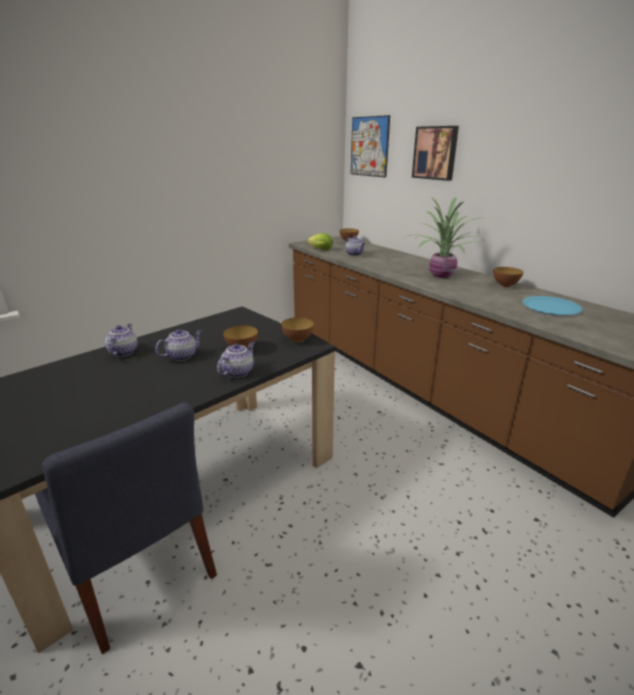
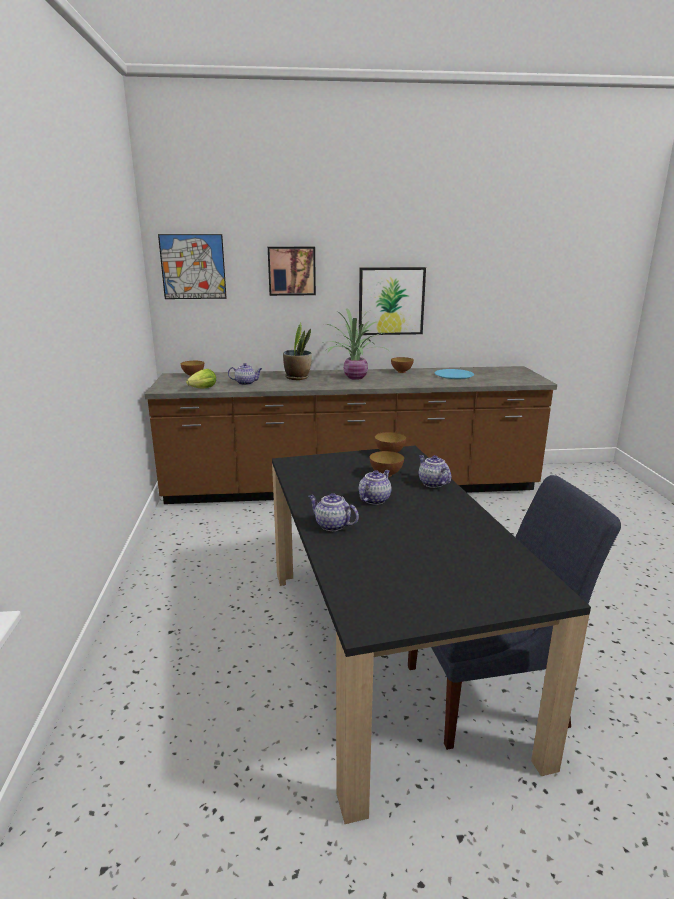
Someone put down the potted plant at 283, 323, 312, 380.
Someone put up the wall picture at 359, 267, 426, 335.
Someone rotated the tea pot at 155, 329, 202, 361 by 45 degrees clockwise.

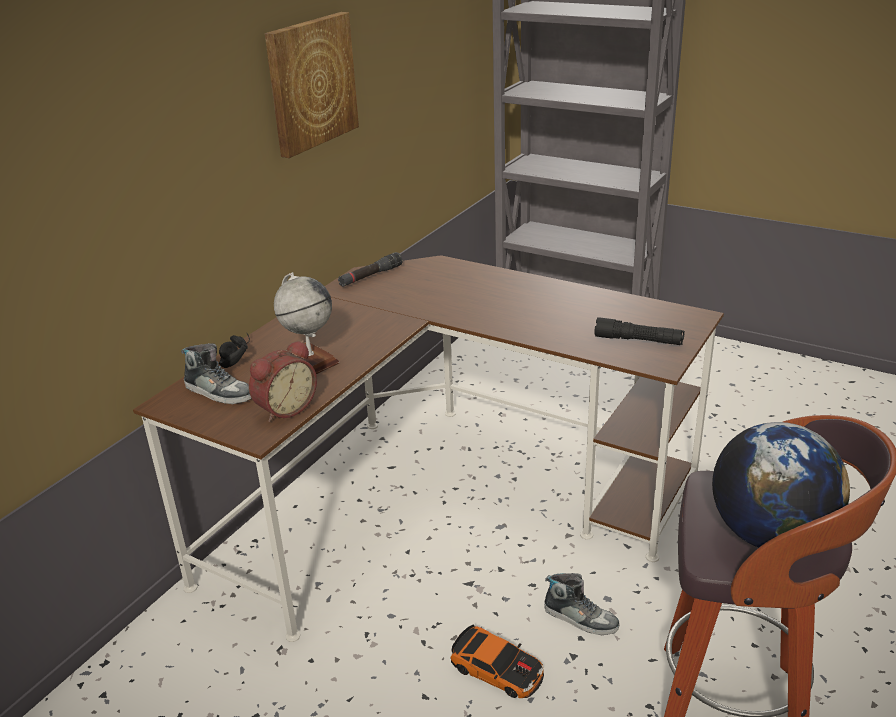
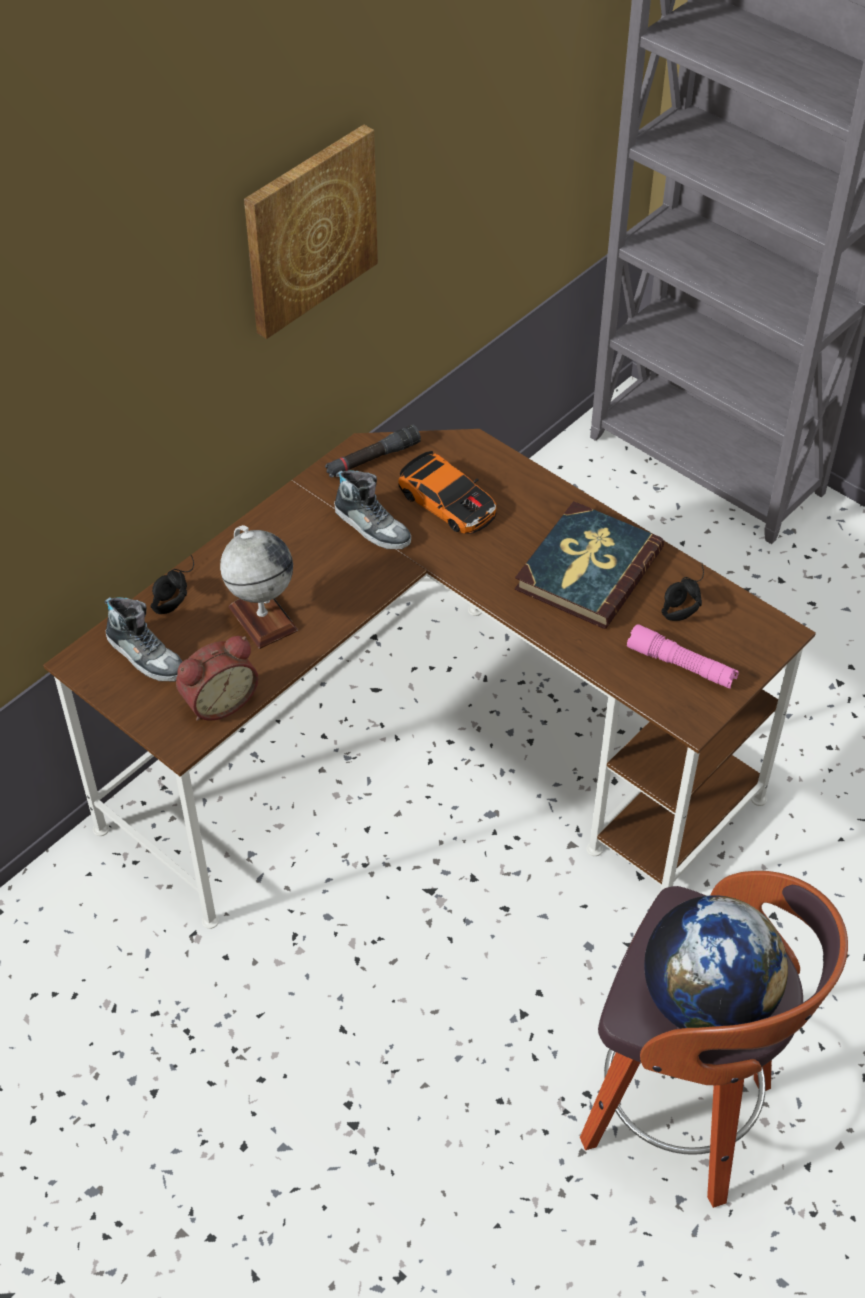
Someone put down the volume at 515, 501, 664, 629.
Someone put down the black pair of headphones at 661, 565, 704, 621.
Someone carried the toy car from 450, 624, 544, 698 to 398, 451, 497, 534.
Someone carried the item of footwear from 544, 573, 619, 635 to 334, 470, 411, 549.
Someone repainted the black torch at 594, 317, 685, 345, which became the pink torch at 627, 625, 739, 689.

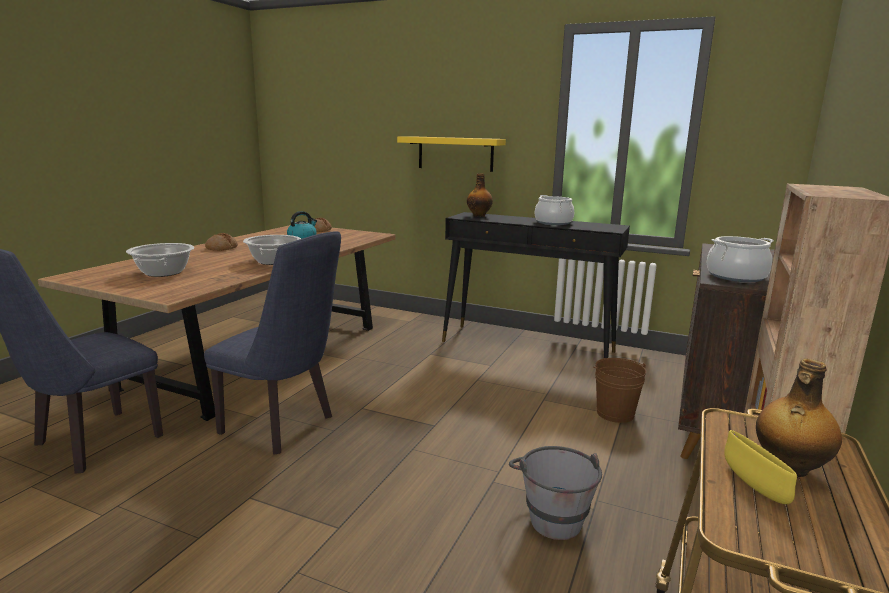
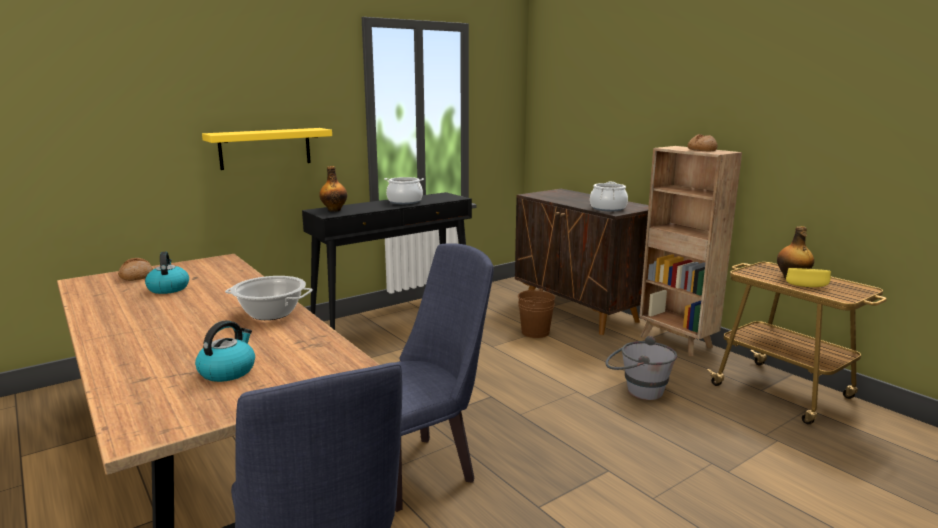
Someone carried the bakery bread from 205, 233, 238, 251 to 687, 134, 718, 152.
Someone swapped the cooking pot at 126, 243, 194, 277 for the water kettle at 195, 320, 255, 382.

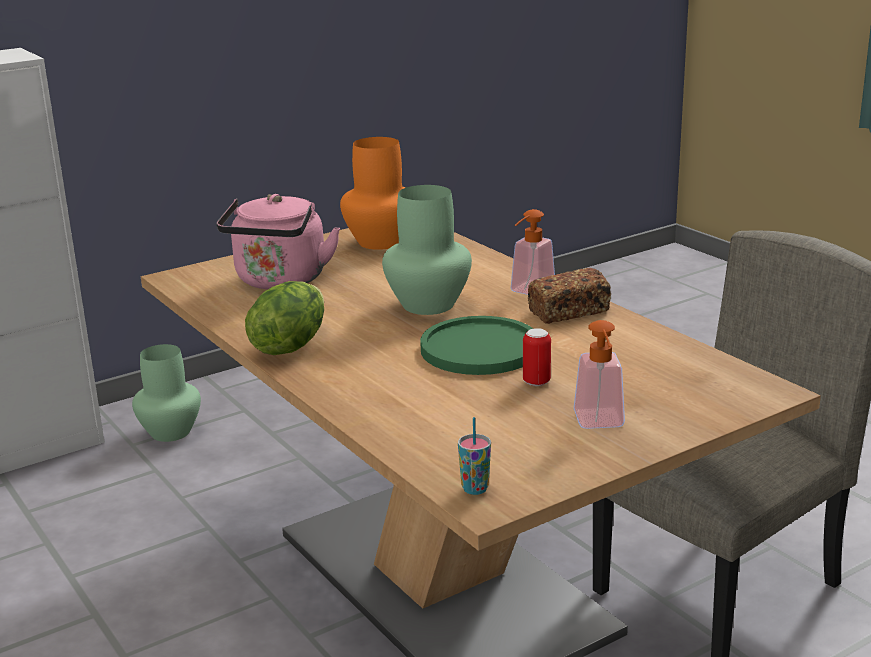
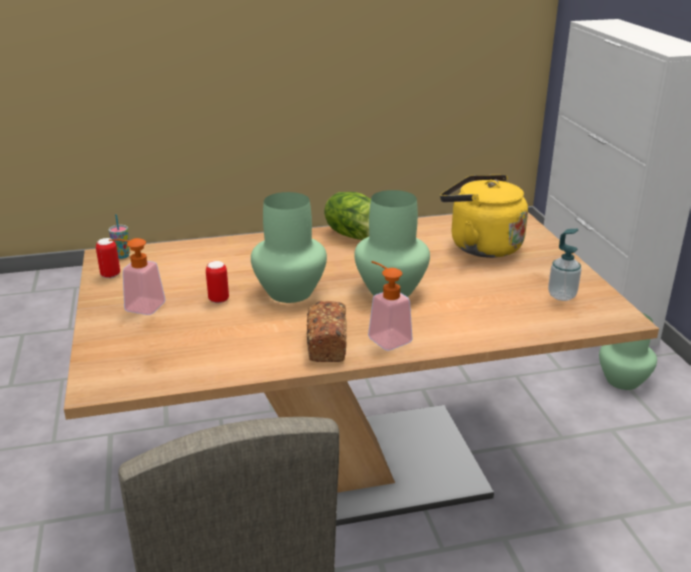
Someone put down the can at 96, 238, 120, 278.
Someone swapped the orange vase at 340, 137, 406, 250 for the soap dispenser at 548, 229, 582, 301.
Someone swapped the green-coloured plate at 420, 316, 533, 375 for the green-coloured vase at 251, 192, 327, 303.
Someone repainted the pink water kettle at 217, 194, 340, 289, which became the yellow water kettle at 440, 175, 528, 258.

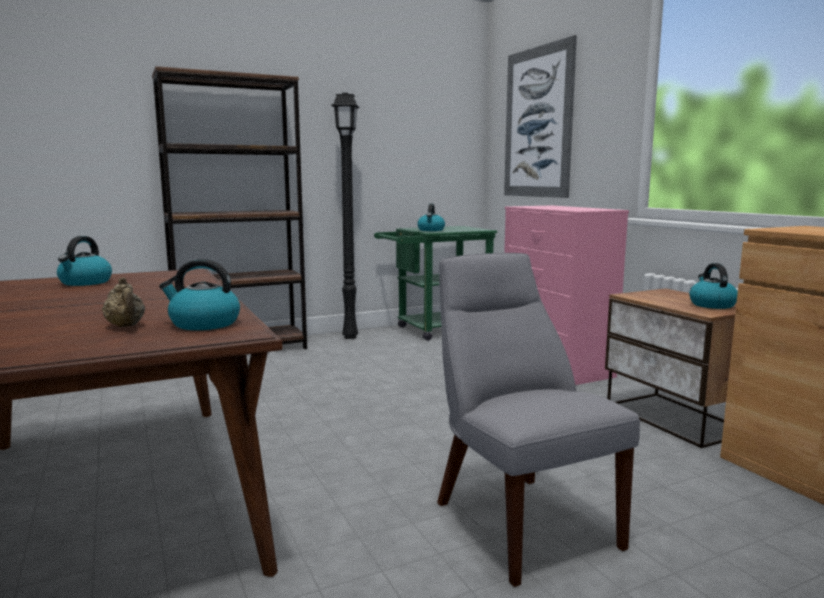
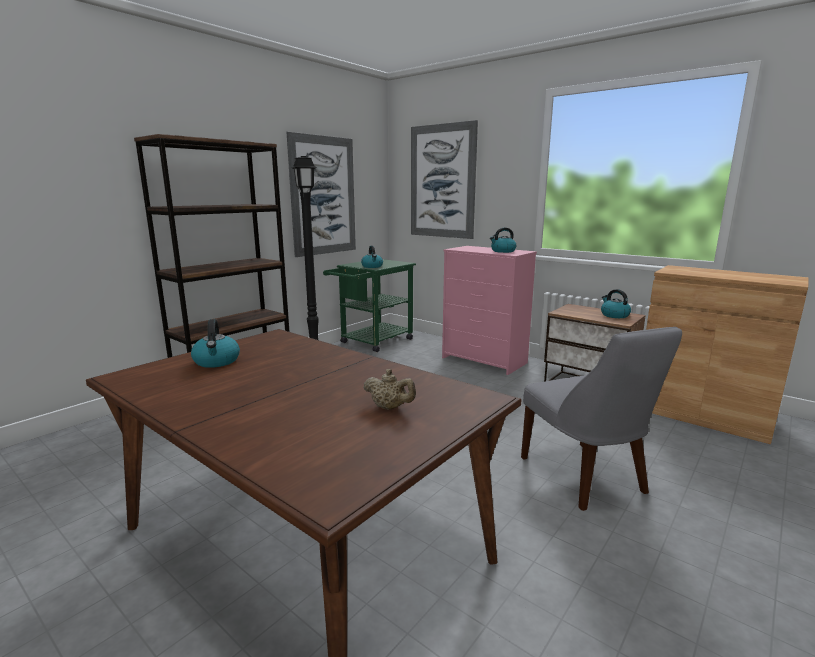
Someone put up the wall picture at 286, 132, 356, 257.
Someone carried the water kettle from 159, 259, 240, 330 to 490, 228, 516, 253.
Someone rotated the greyish chair at 437, 253, 640, 587 by 150 degrees counterclockwise.

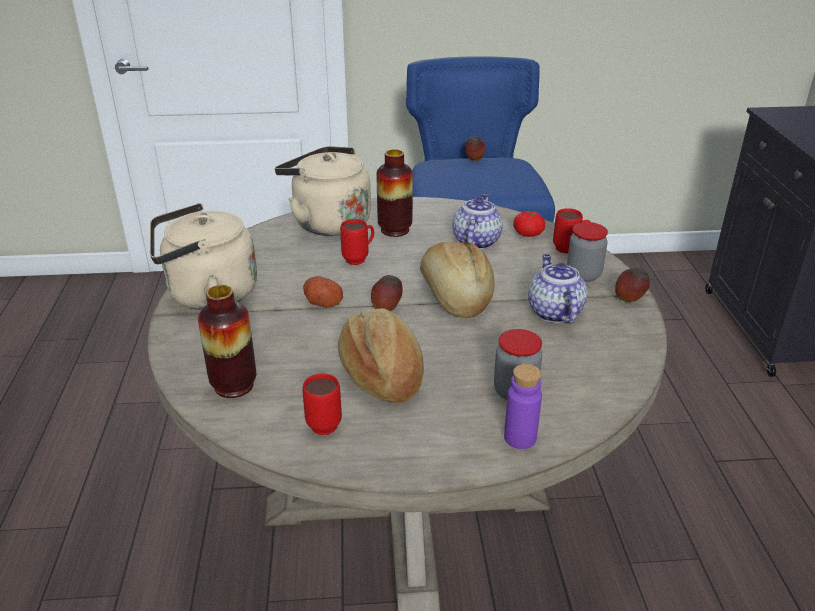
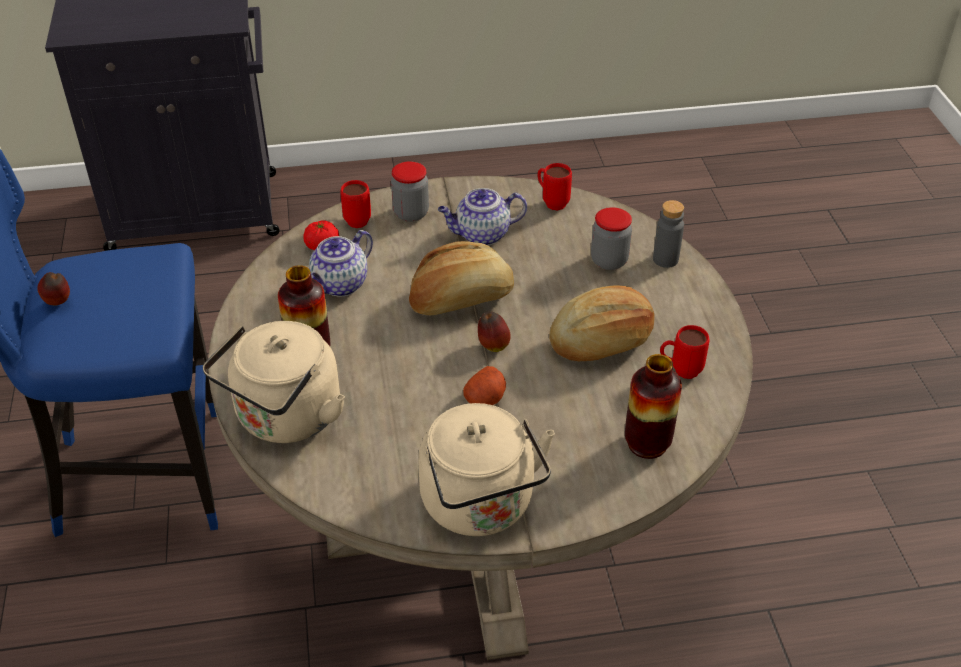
Someone took away the whole apple at 615, 268, 650, 302.
Someone carried the reddish tea mug from 340, 219, 374, 265 to 538, 163, 572, 210.
Someone repainted the purple bottle at 504, 364, 542, 449, which became the greyish bottle at 653, 200, 684, 268.
Someone rotated the tea pot at 452, 193, 503, 249 by 60 degrees counterclockwise.

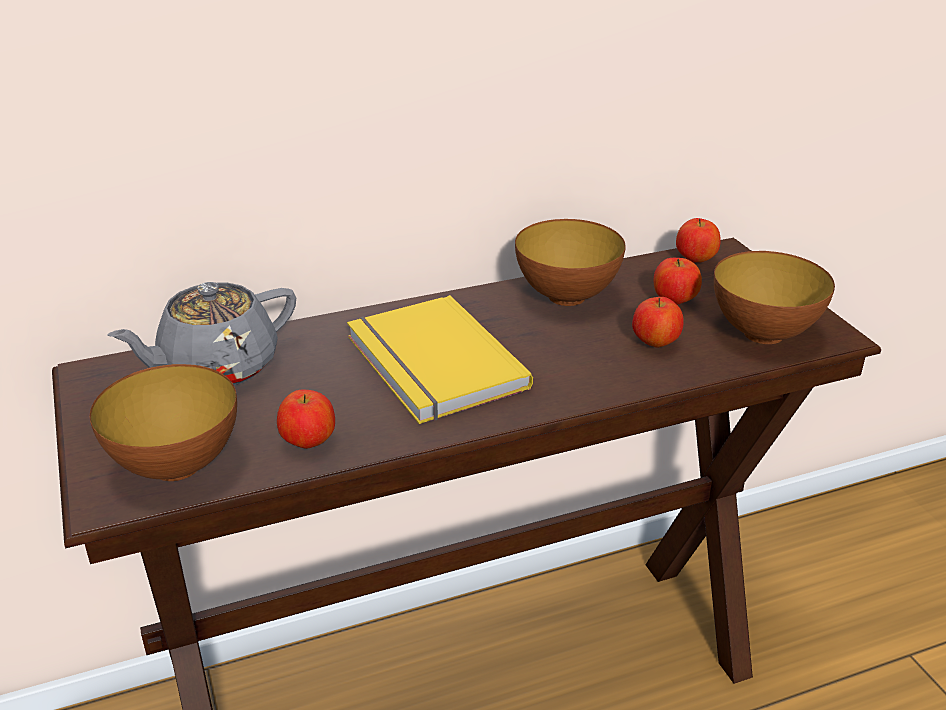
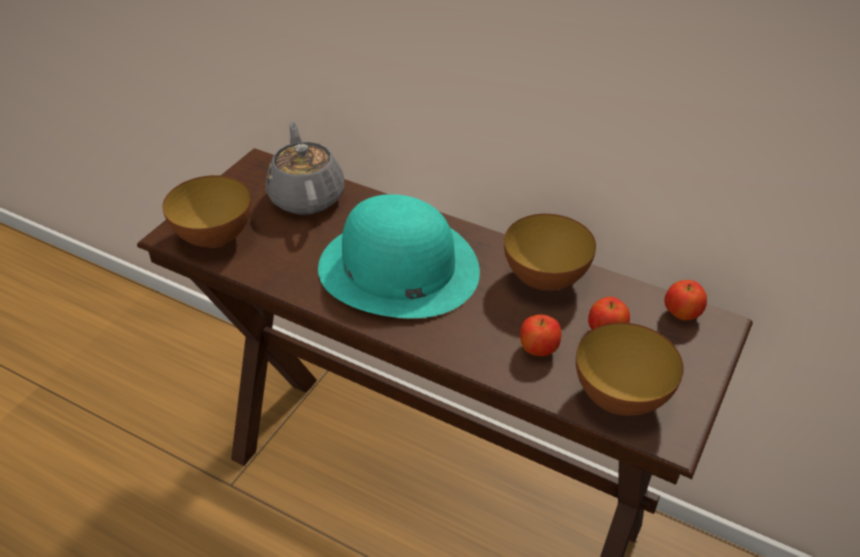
Someone took away the whole apple at 277, 390, 335, 449.
Someone swapped the yellow volume at 347, 295, 533, 424 for the turquoise clothing hat at 318, 194, 480, 318.
Someone rotated the greyish tea pot at 107, 282, 296, 385 by 60 degrees clockwise.

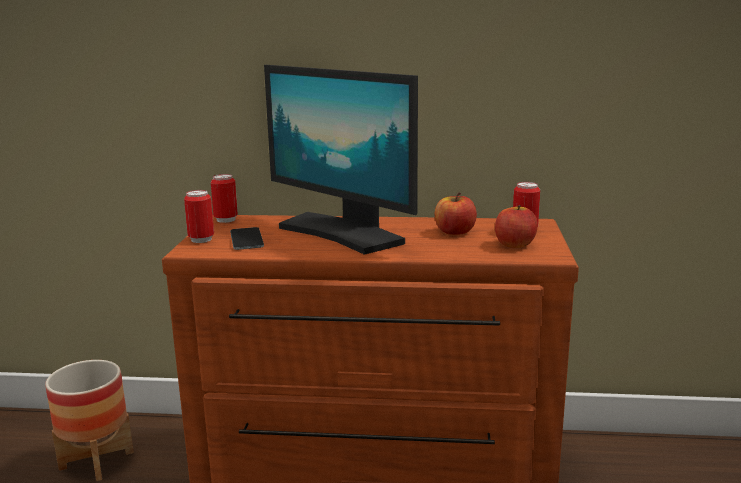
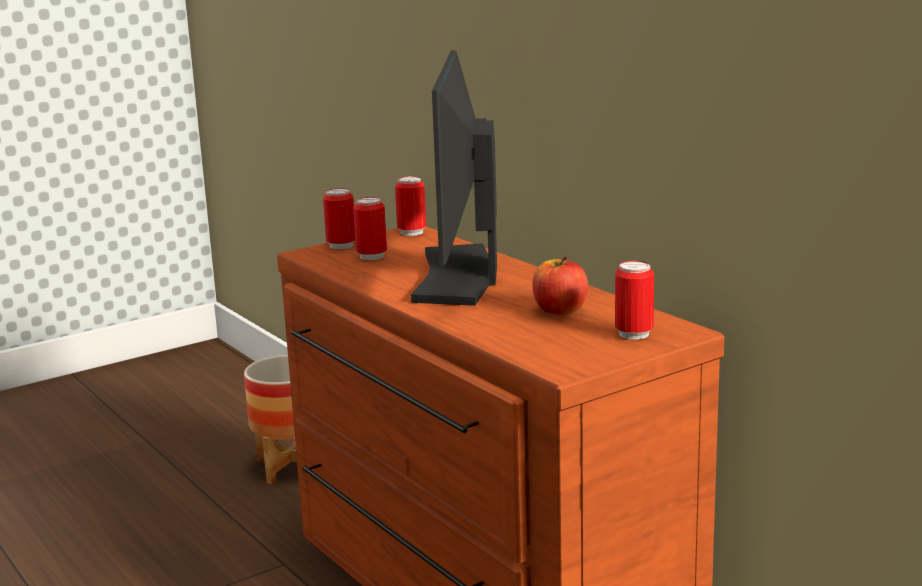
Someone took away the whole apple at 495, 205, 538, 248.
Someone swapped the phone at 230, 227, 264, 250 for the can at 353, 197, 387, 260.

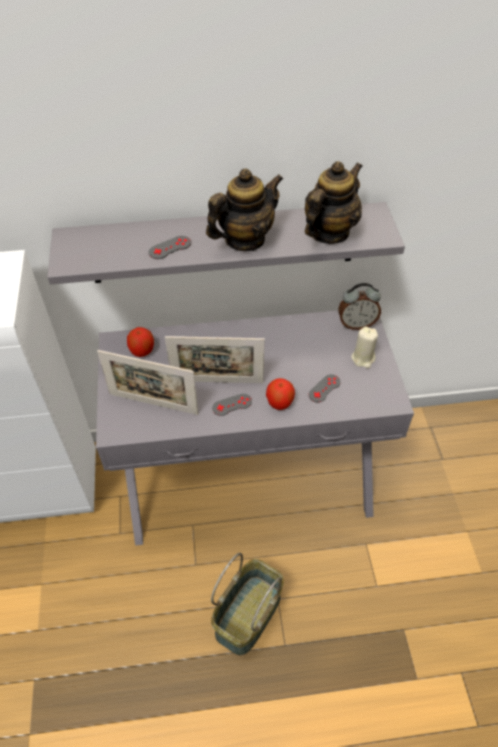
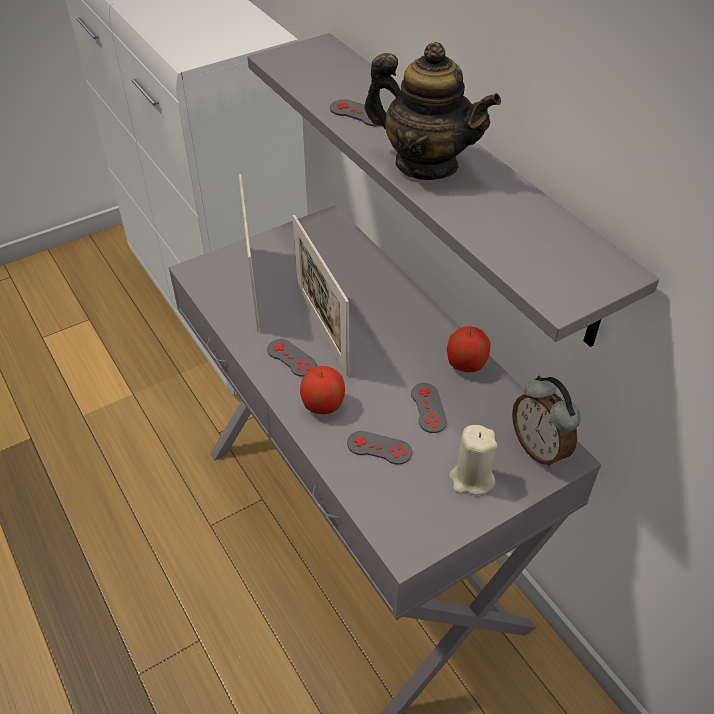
Someone took away the household basket at 211, 553, 284, 655.
Someone took away the tea pot at 305, 161, 363, 244.
Someone put down the greyish joypad at 411, 383, 447, 433.
Someone carried the whole apple from 127, 327, 154, 357 to 447, 326, 491, 372.

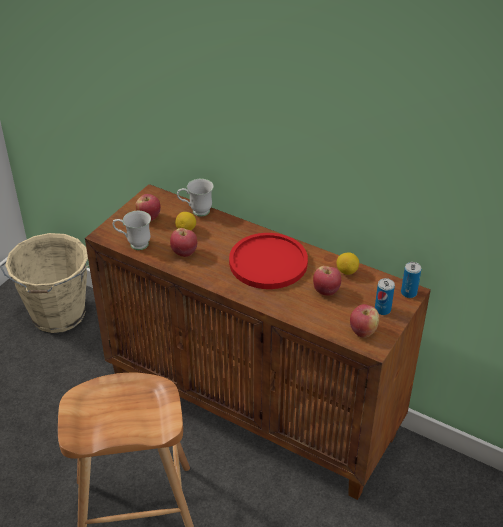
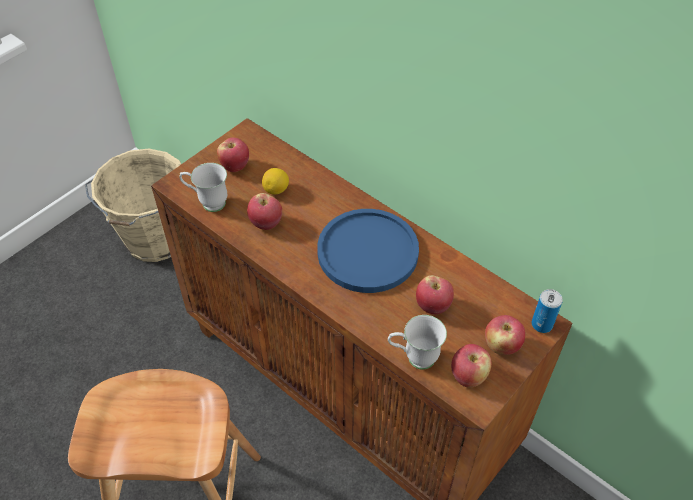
Someone took away the whole lemon at 337, 253, 359, 275.
Someone carried the whitish tea mug from 177, 179, 214, 216 to 388, 315, 447, 370.
Someone swapped the can at 375, 278, 395, 315 for the whole apple at 485, 315, 525, 355.
Someone repainted the reddish plate at 229, 233, 308, 289, which became the blue plate at 317, 209, 419, 293.

